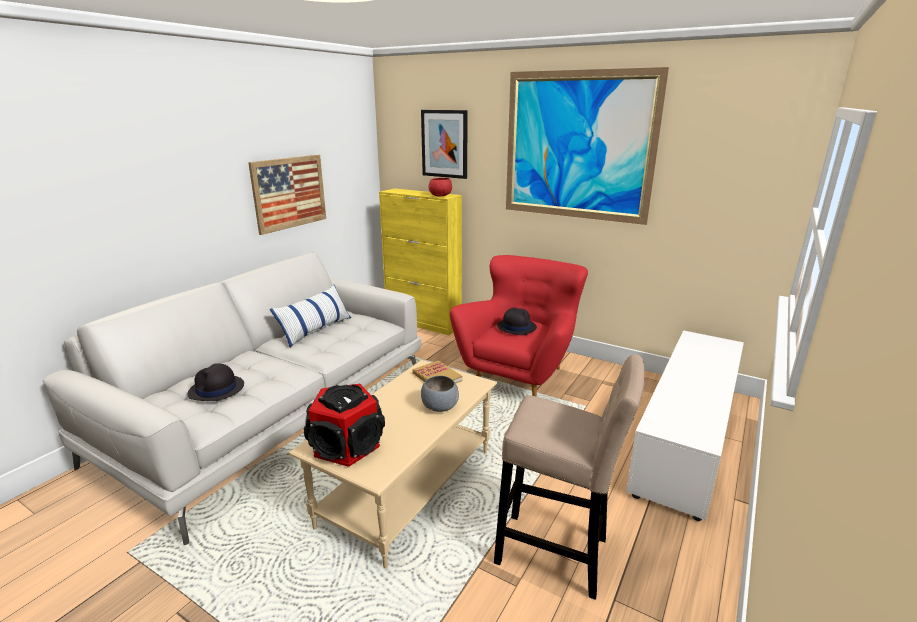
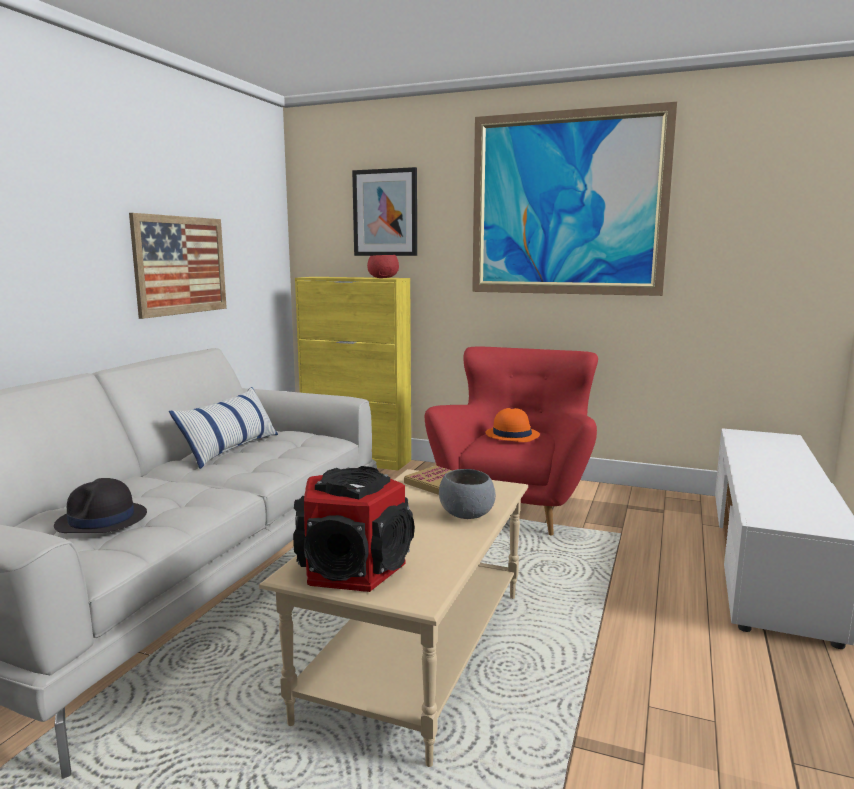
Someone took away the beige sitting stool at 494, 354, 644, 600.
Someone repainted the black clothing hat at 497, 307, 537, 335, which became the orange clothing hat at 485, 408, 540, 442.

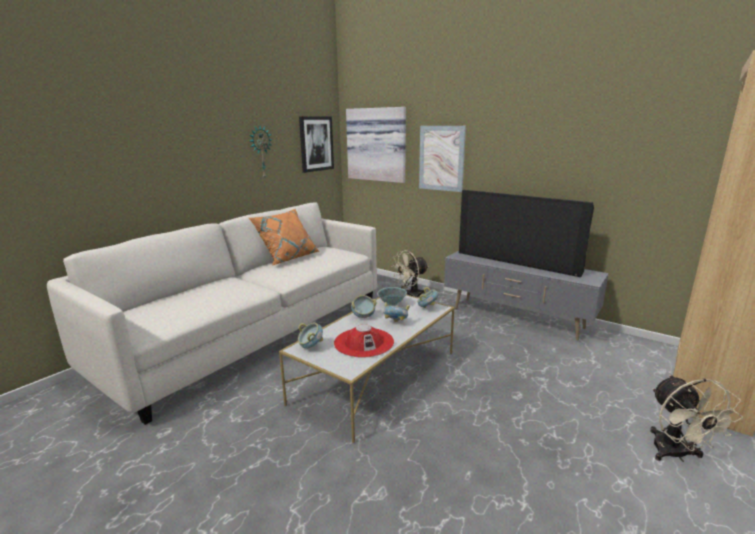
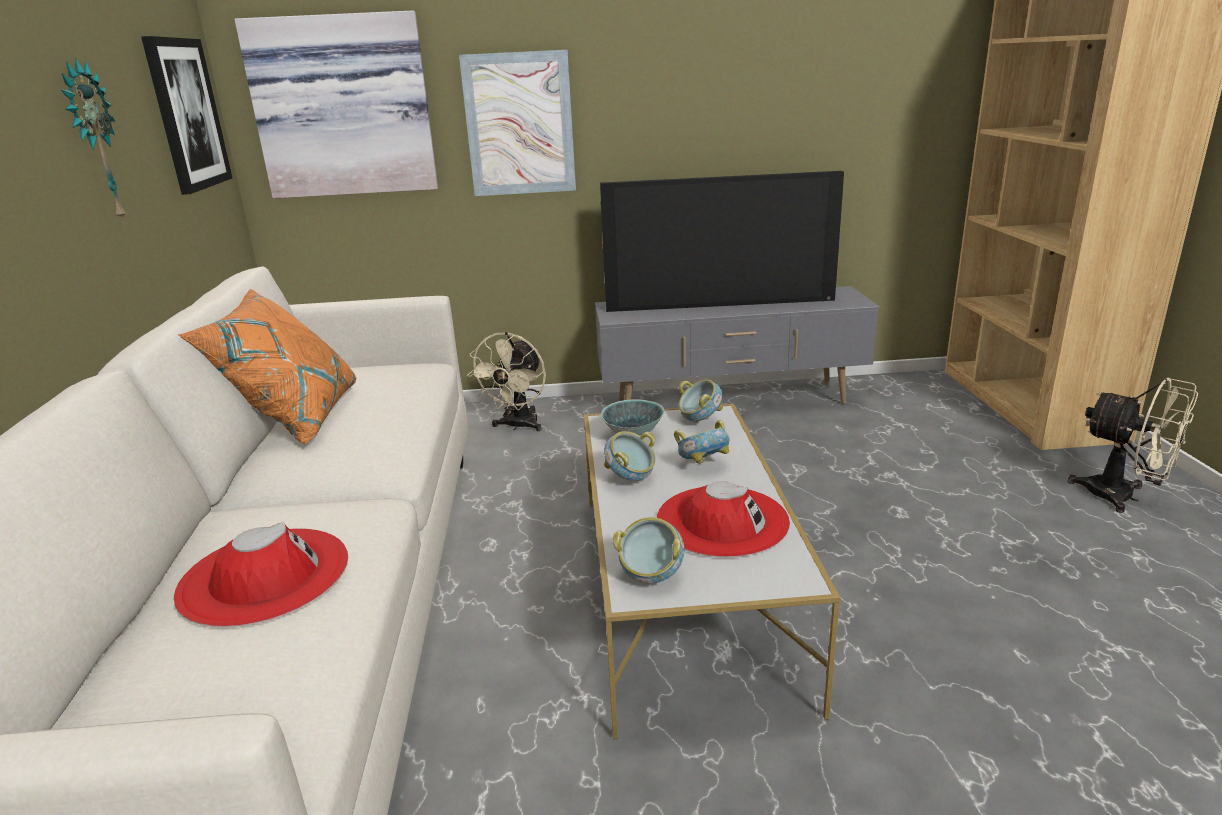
Someone put down the reddish clothing hat at 174, 522, 348, 627.

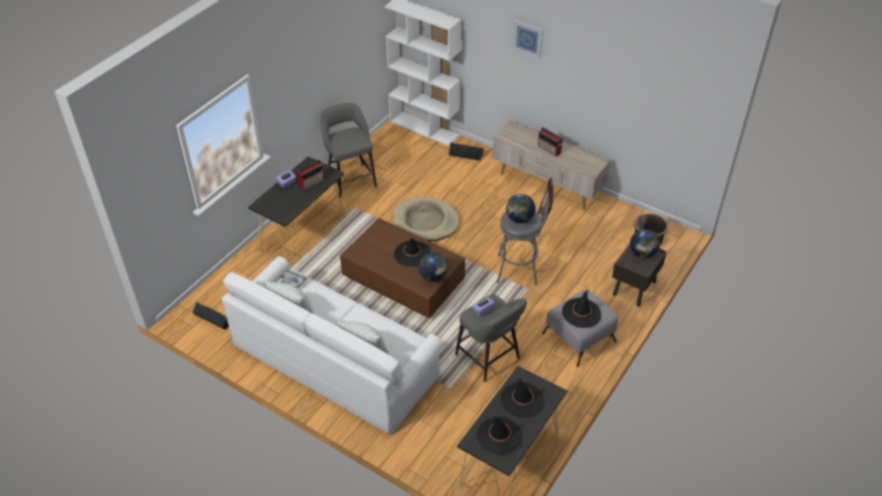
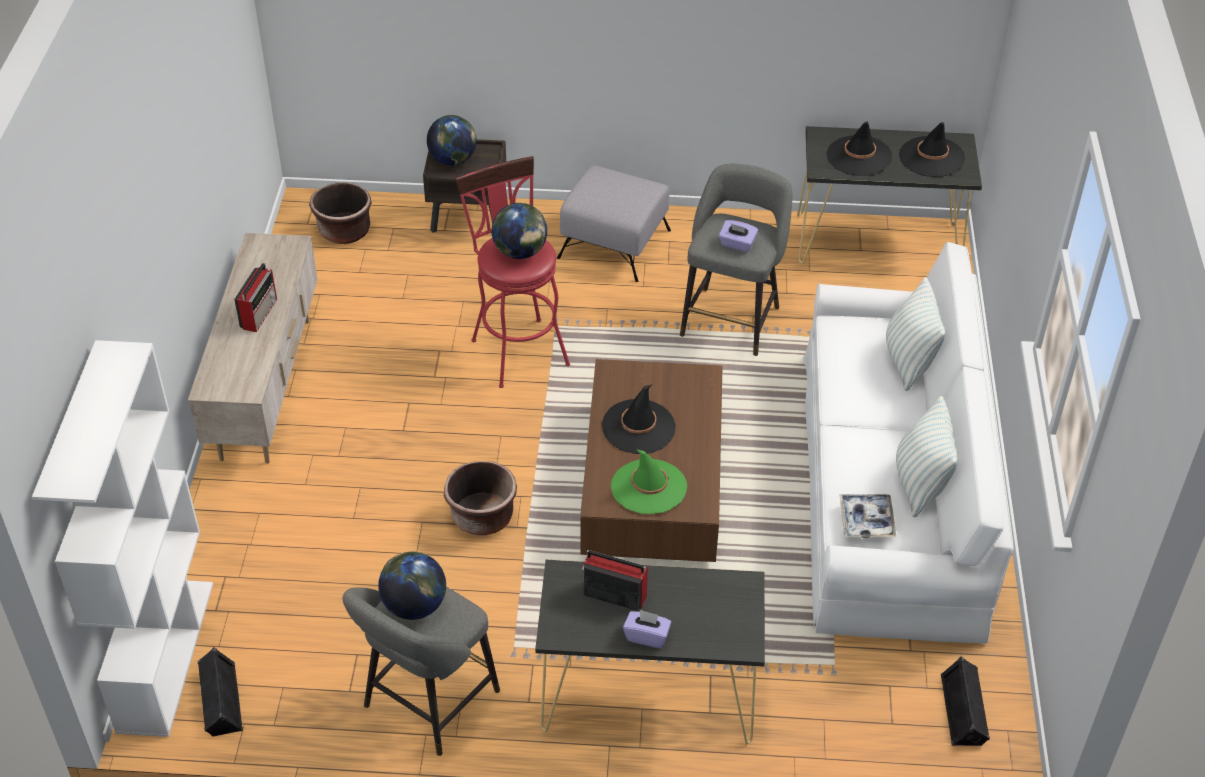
Someone took away the wall picture at 511, 19, 543, 59.
Someone took away the black clothing hat at 562, 290, 601, 328.
Someone put down the green-coloured clothing hat at 611, 449, 687, 514.
Someone carried the globe from 418, 252, 448, 282 to 378, 551, 446, 620.
Someone carried the black speaker from 449, 142, 484, 161 to 198, 647, 243, 737.
Someone swapped the beige dog bed at 393, 197, 460, 241 for the brown-coloured planter at 444, 461, 517, 536.
Someone repainted the greyish sitting stool at 496, 178, 554, 285, which became the reddish sitting stool at 455, 156, 570, 388.

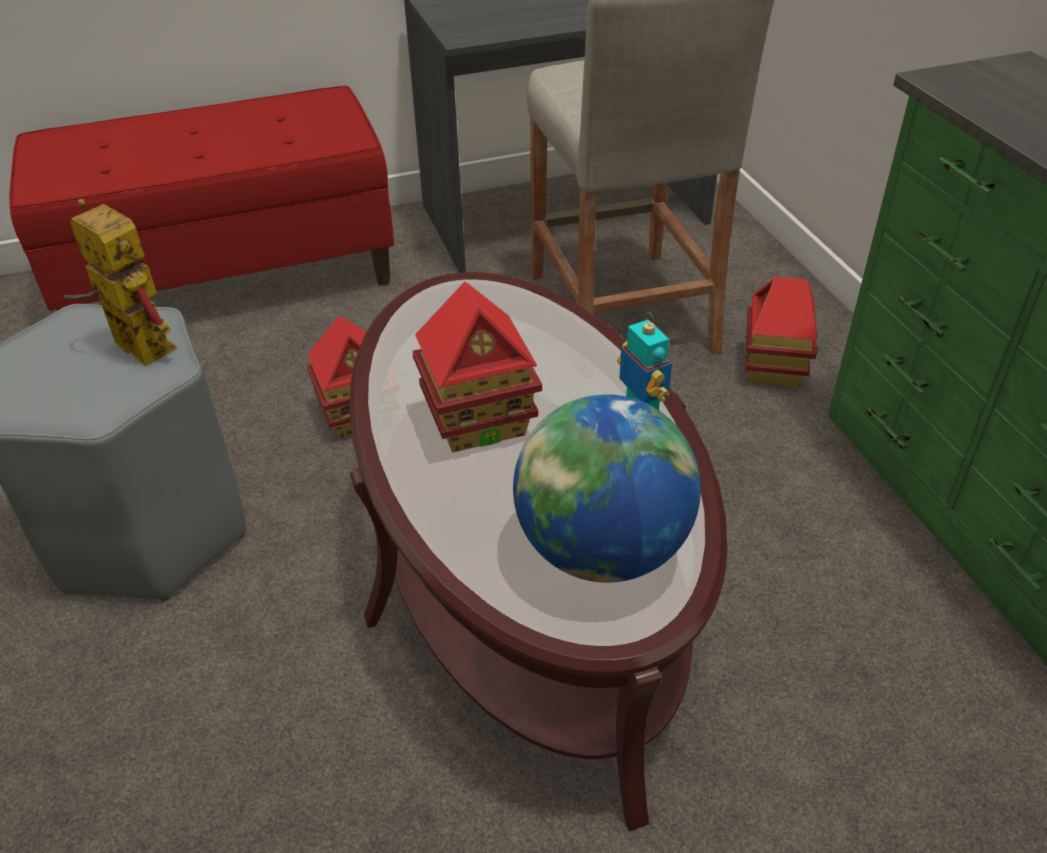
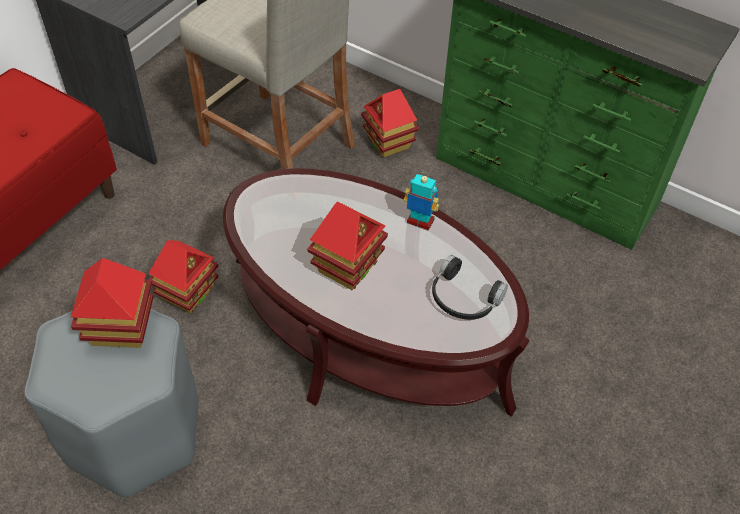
Someone swapped the robot figure at 64, 199, 177, 366 for the model house at 71, 258, 153, 348.
Someone swapped the globe at 513, 394, 701, 583 for the black pair of headphones at 432, 255, 508, 320.

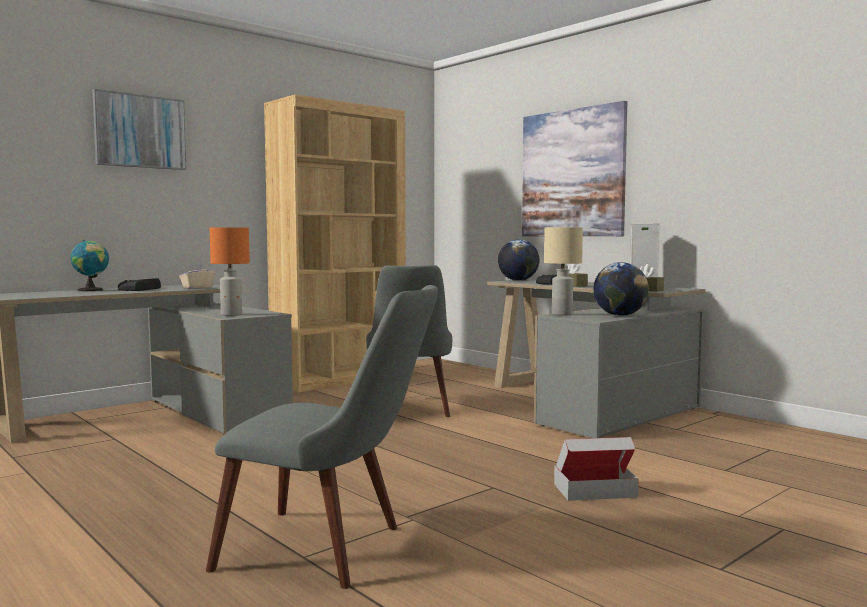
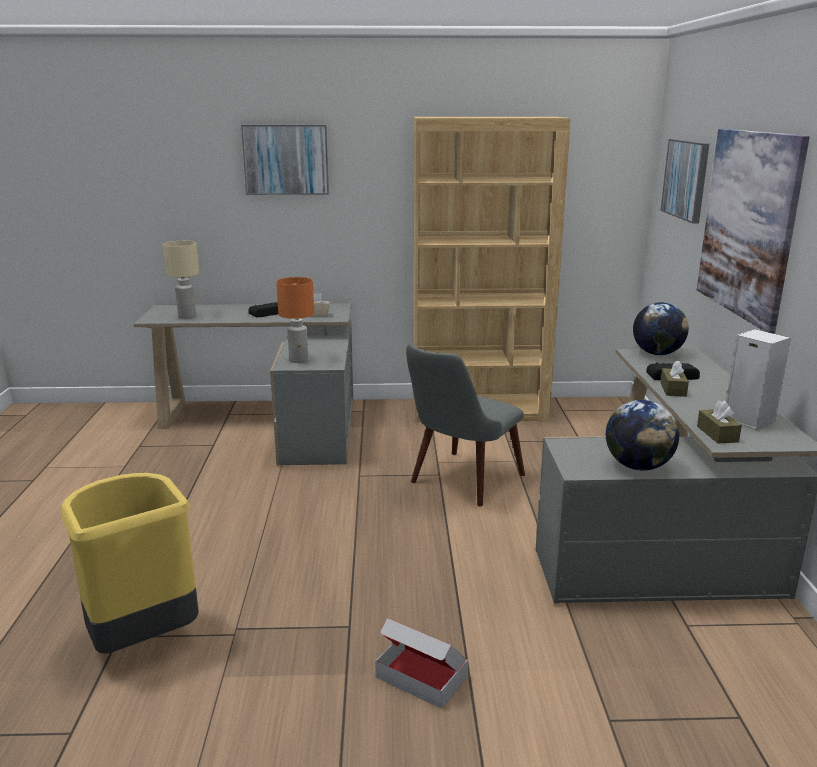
Someone took away the globe at 71, 240, 109, 291.
Someone put up the wall picture at 661, 139, 709, 224.
Someone carried the beige table lamp from 544, 227, 583, 316 to 163, 241, 199, 319.
Someone swapped the greyish chair at 206, 285, 438, 589 for the yellow trash can at 61, 473, 199, 654.

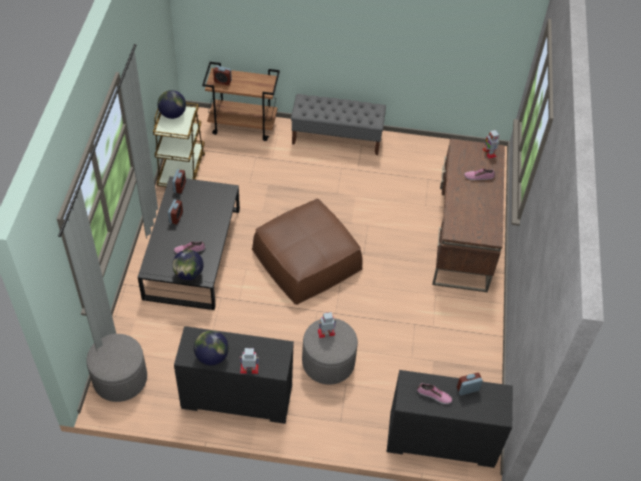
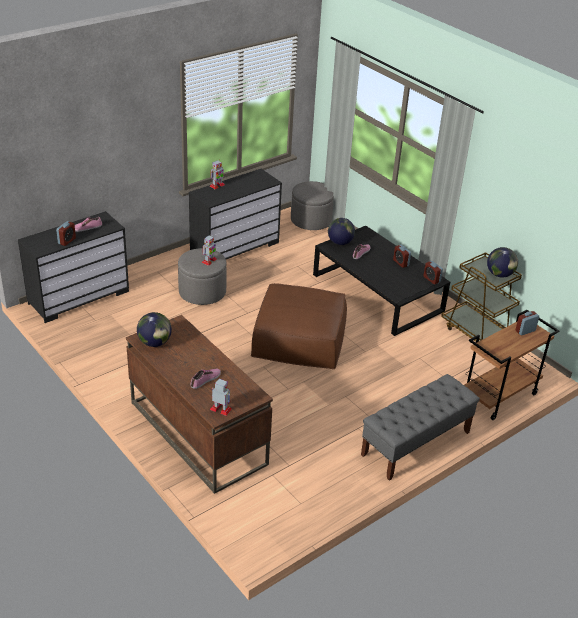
Someone carried the globe from 194, 330, 229, 365 to 137, 312, 172, 347.

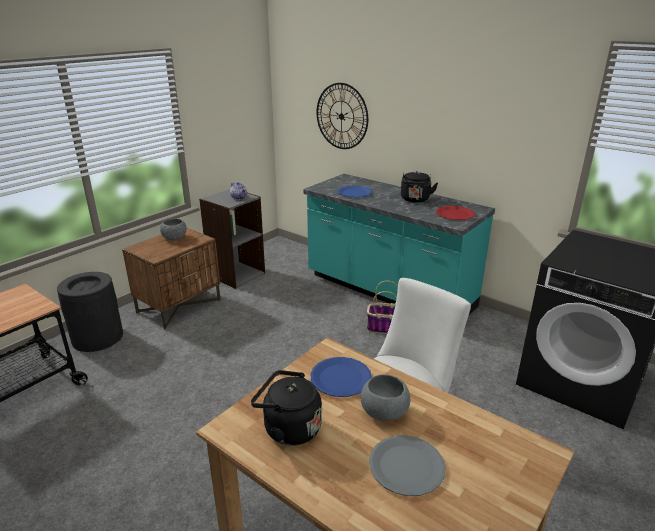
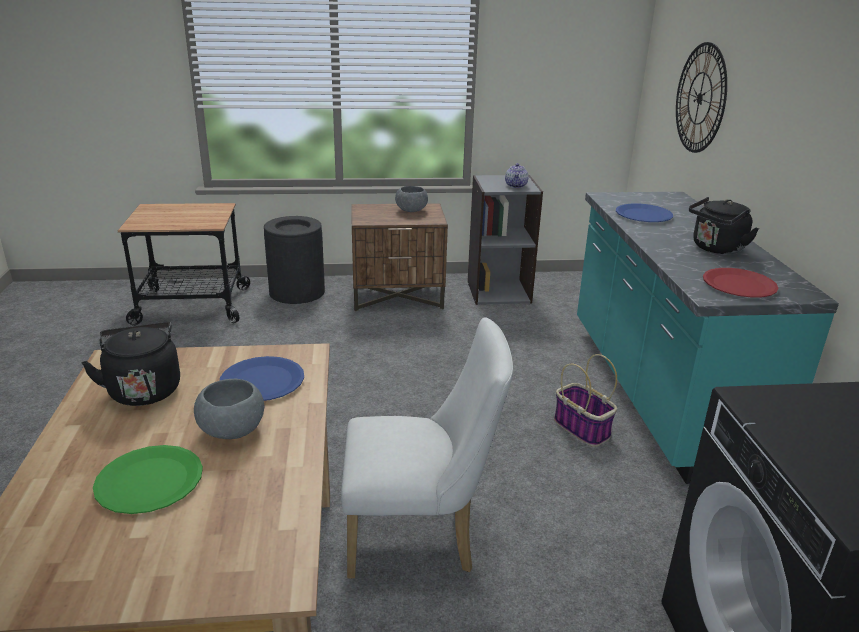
Someone repainted the greyish plate at 369, 435, 446, 496, which became the green-coloured plate at 93, 445, 203, 514.

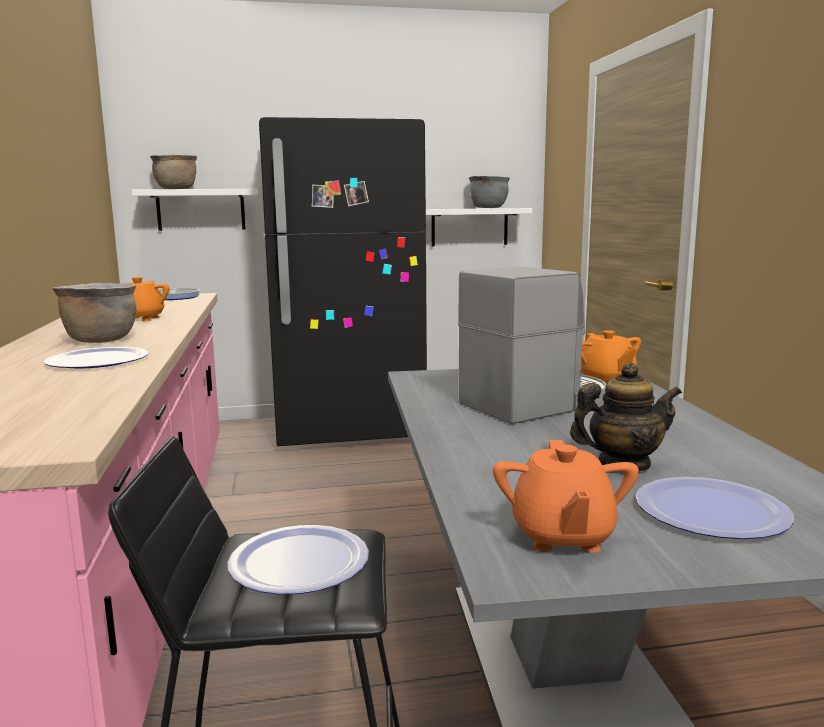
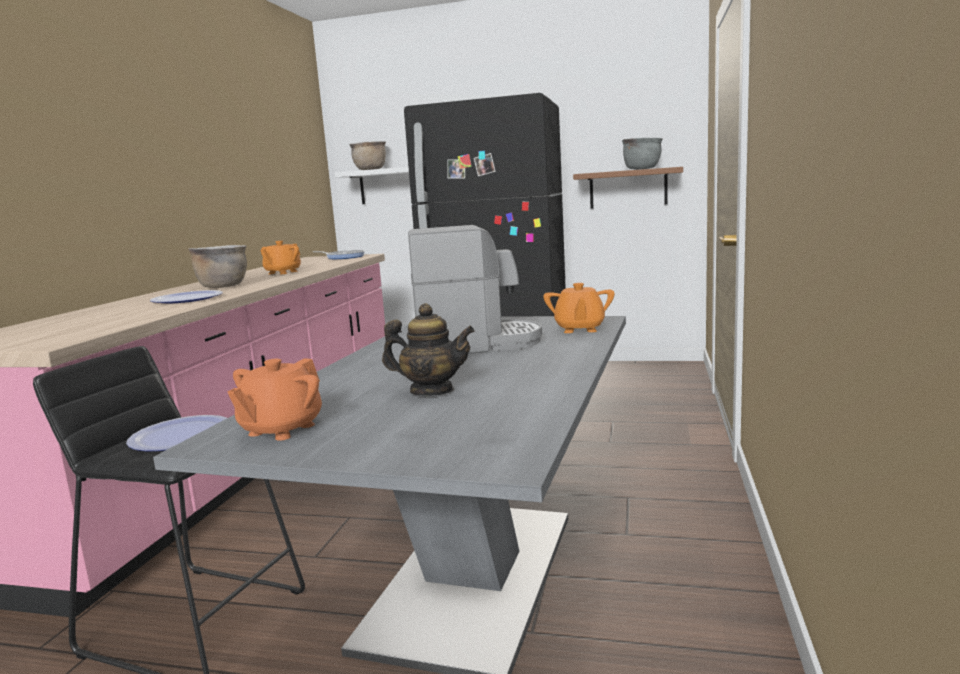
Someone took away the plate at 636, 477, 794, 539.
Someone repainted the whitish bracket shelf at 426, 208, 533, 246, which became the brown-coloured bracket shelf at 573, 167, 683, 209.

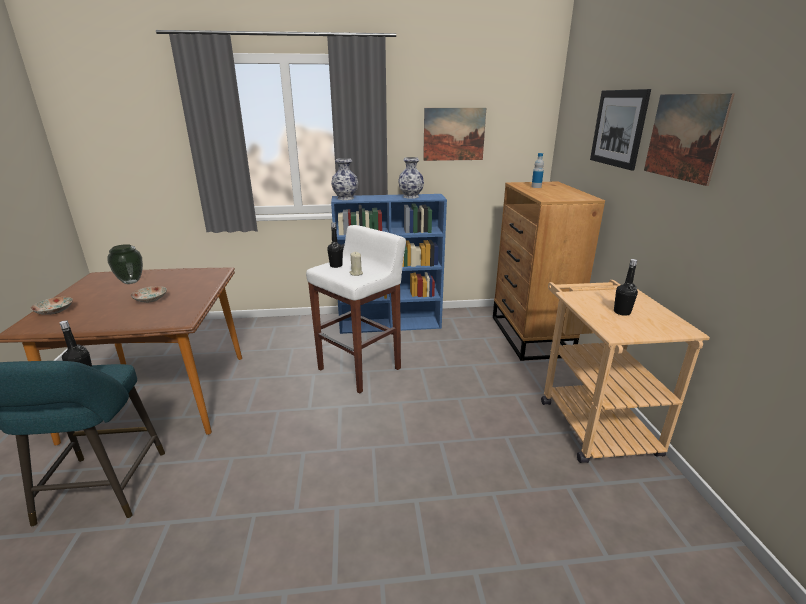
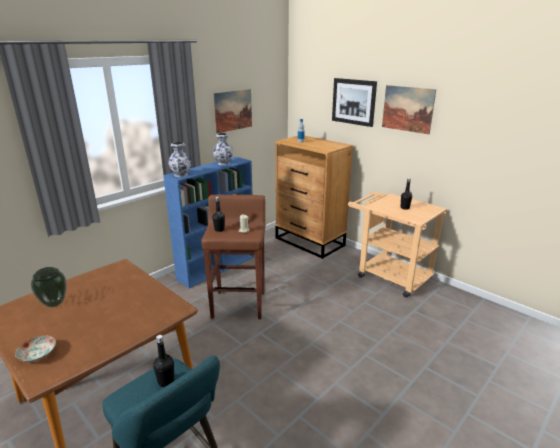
Someone took away the plate at 131, 286, 167, 303.
Someone repainted the whitish sitting stool at 306, 225, 406, 394, which became the brown-coloured sitting stool at 202, 194, 265, 319.

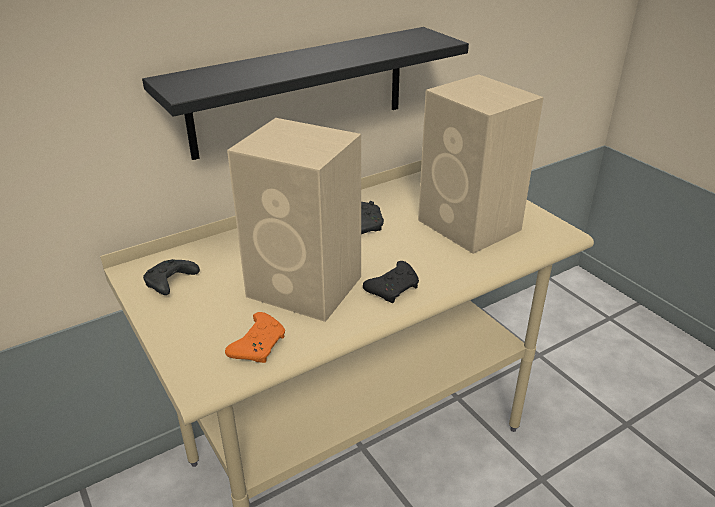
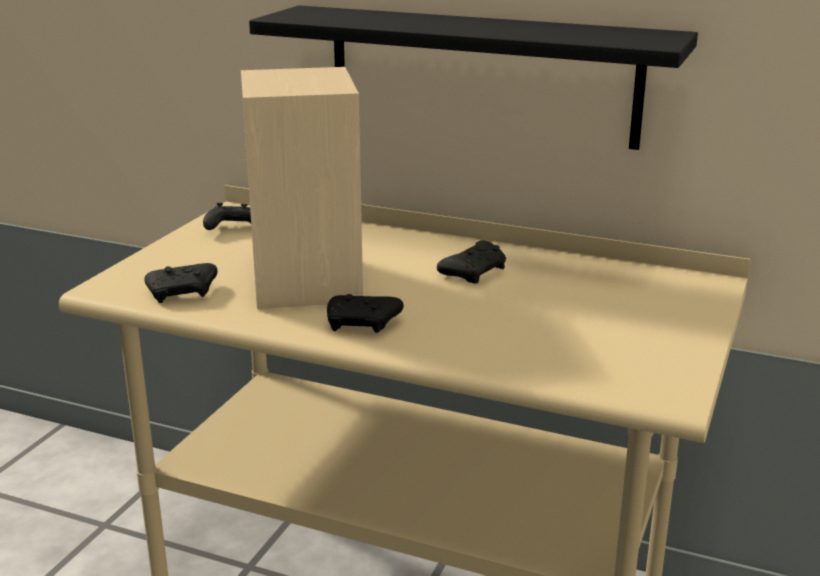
Someone took away the beige speaker at 418, 74, 544, 254.
Someone repainted the orange joypad at 225, 312, 285, 363, which became the black joypad at 144, 263, 218, 303.

